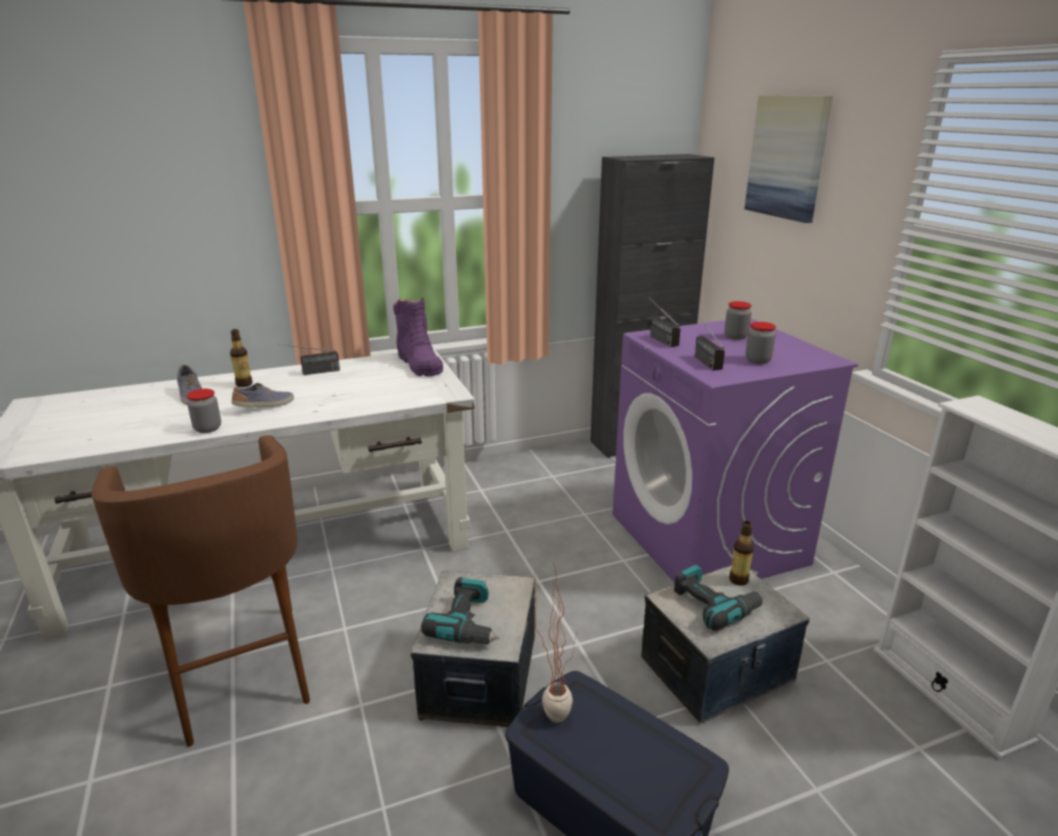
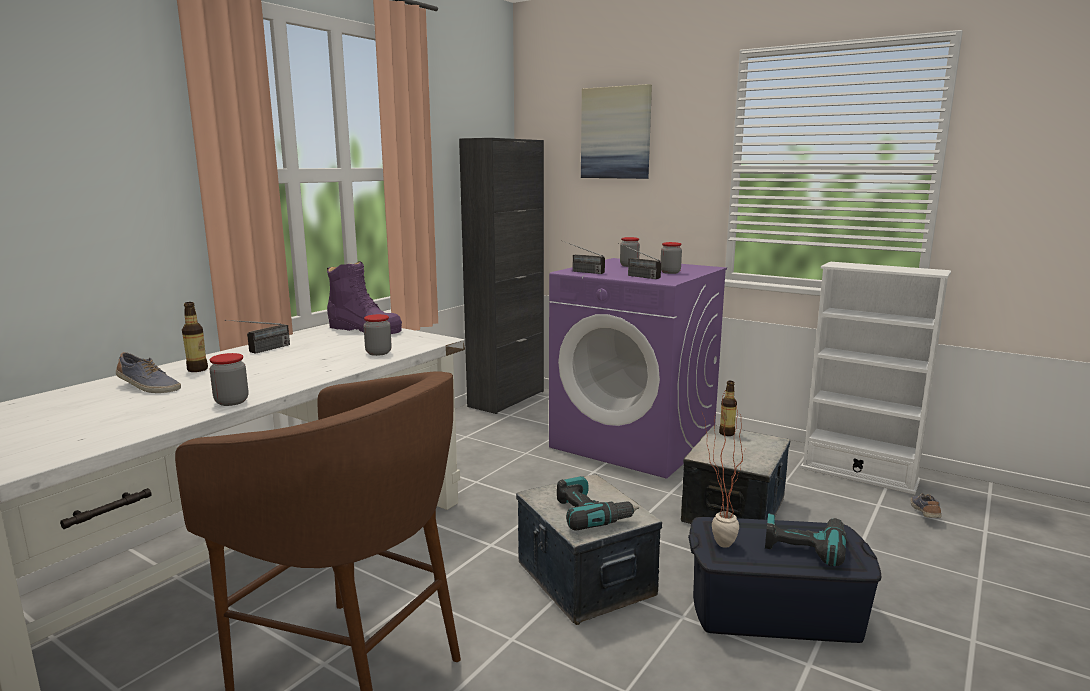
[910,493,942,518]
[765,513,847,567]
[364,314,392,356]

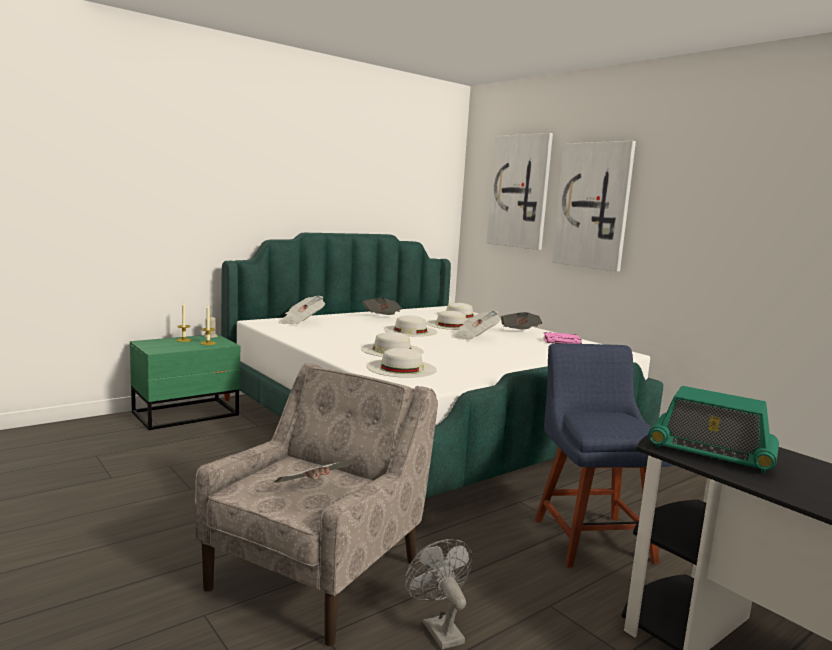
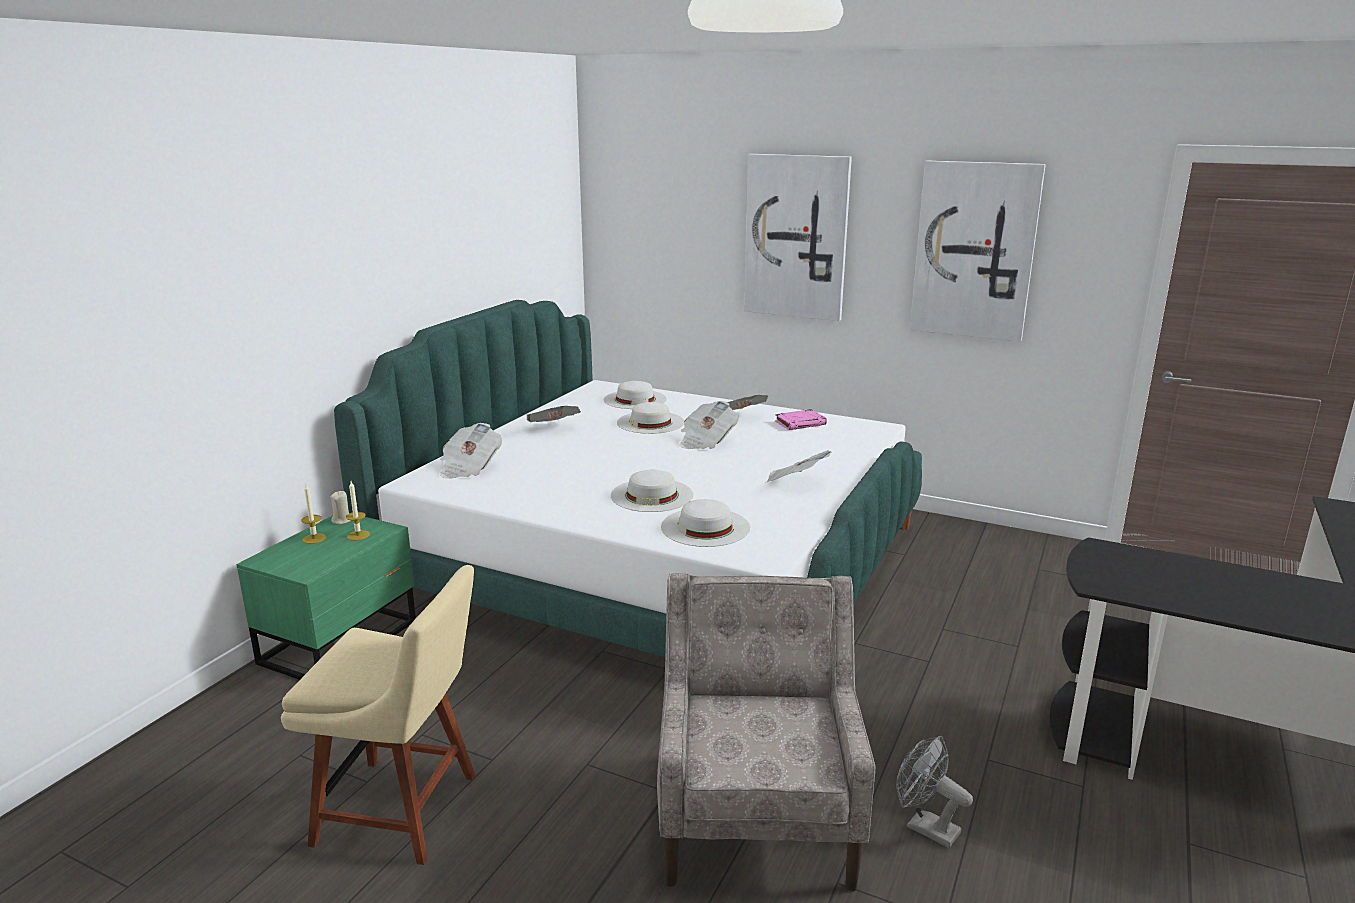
[765,450,831,483]
[384,315,437,337] (first image)
[910,161,1046,341]
[535,344,674,568] (first image)
[648,386,779,474] (first image)
[281,565,476,865]

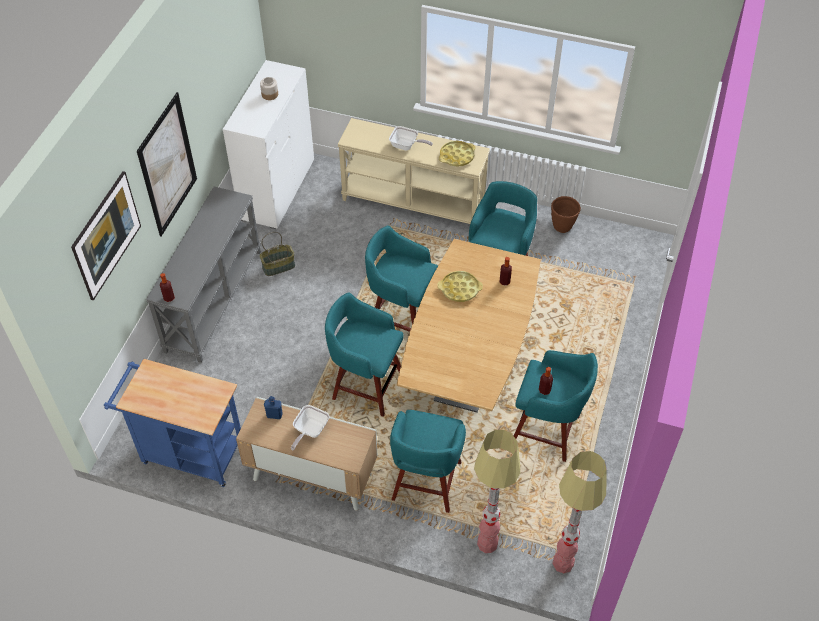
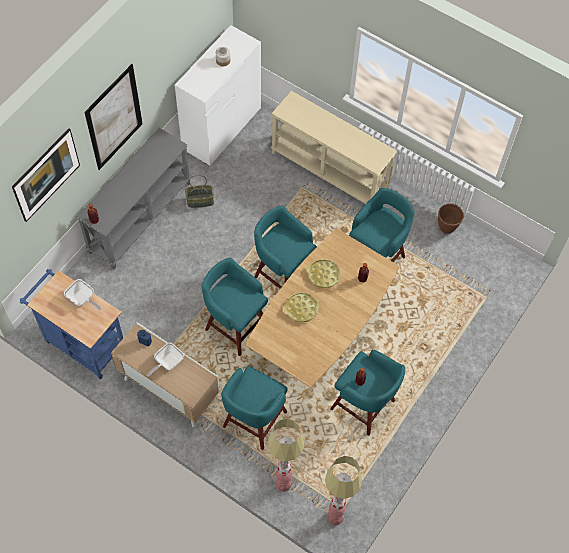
[64,279,101,310]
[283,292,321,322]

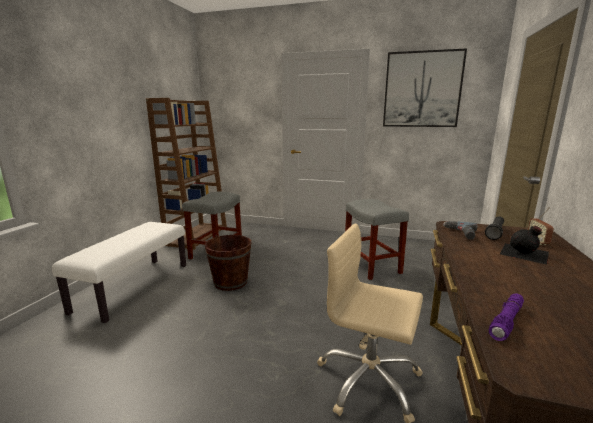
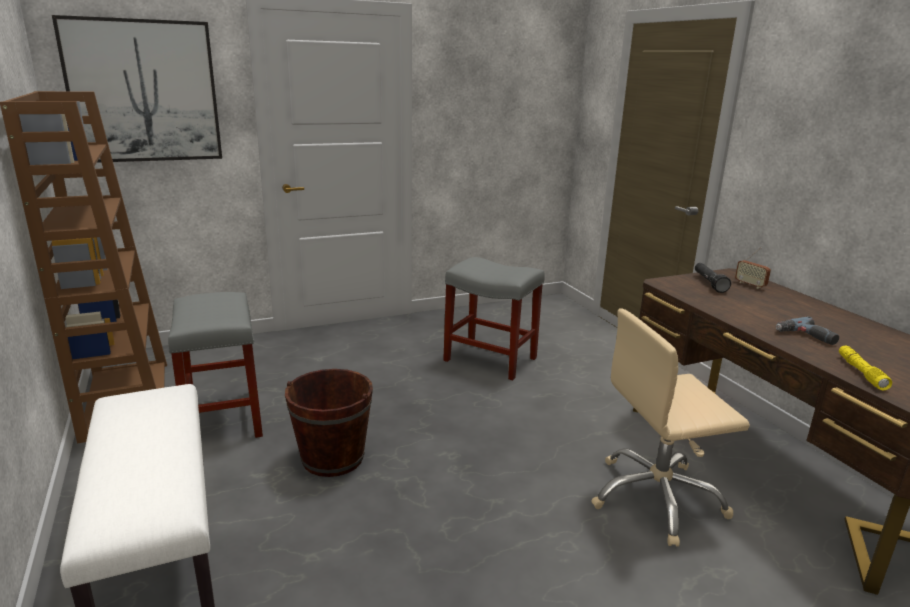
[52,15,222,163]
[776,317,839,345]
[839,346,892,390]
[500,226,549,265] (first image)

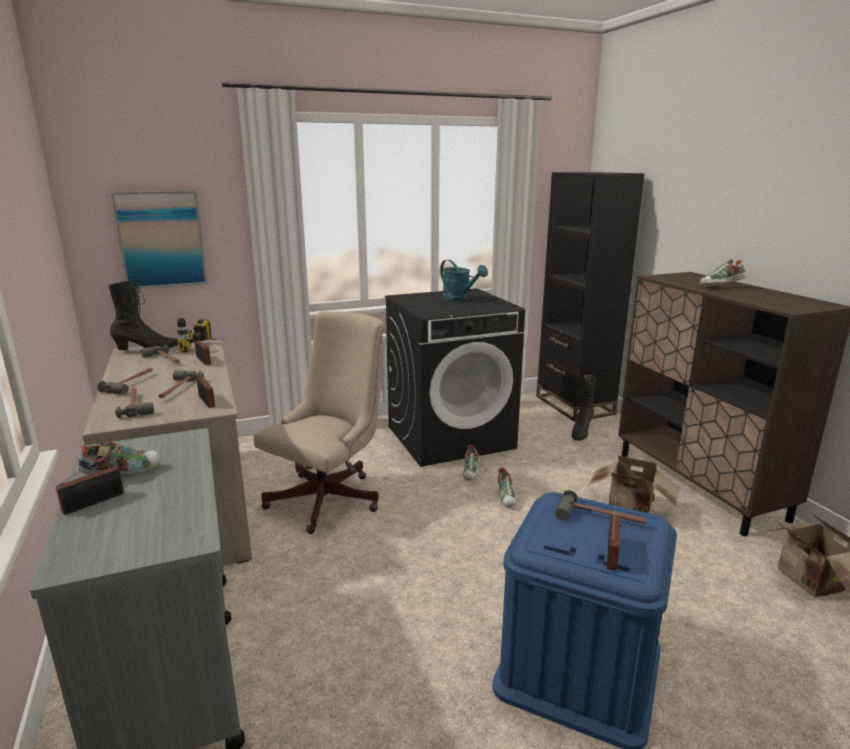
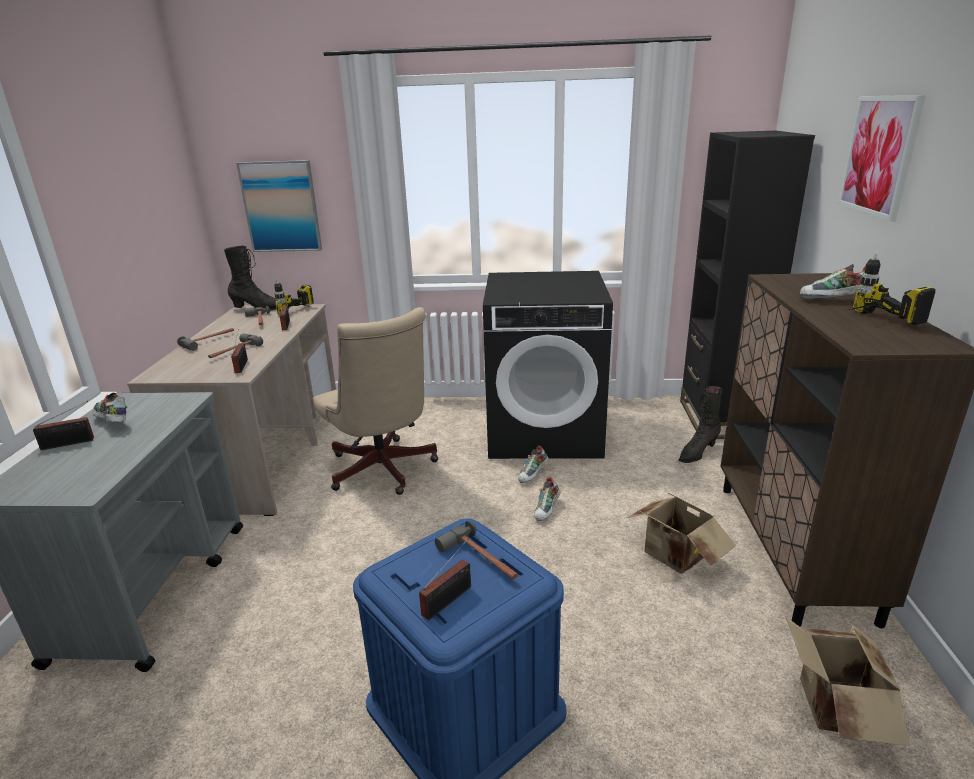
[92,393,128,423]
[115,388,154,419] (first image)
[313,307,439,495]
[440,260,488,302] (first image)
[838,95,926,221]
[849,254,936,325]

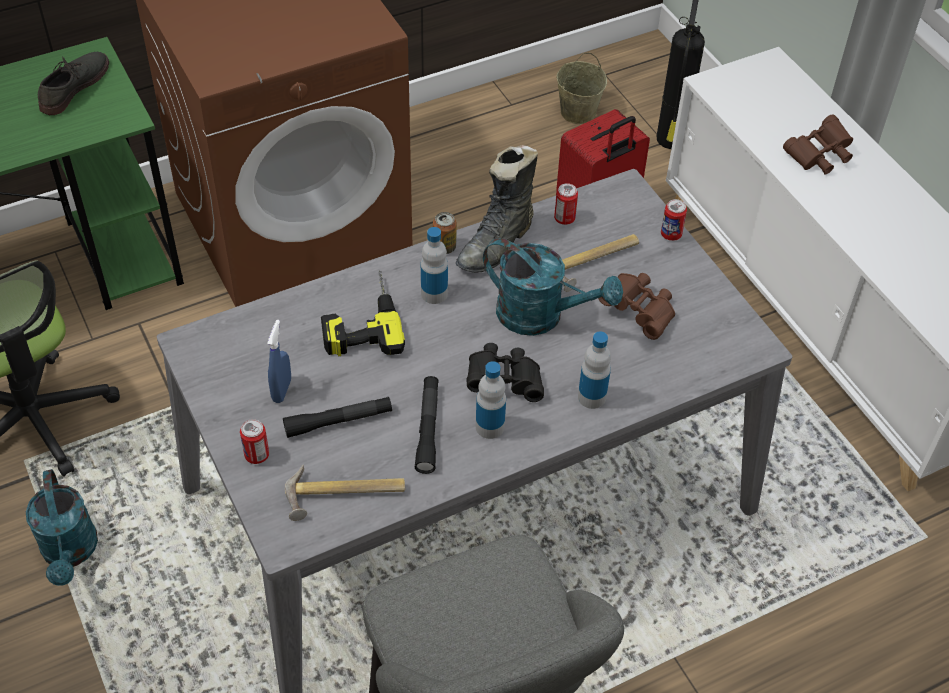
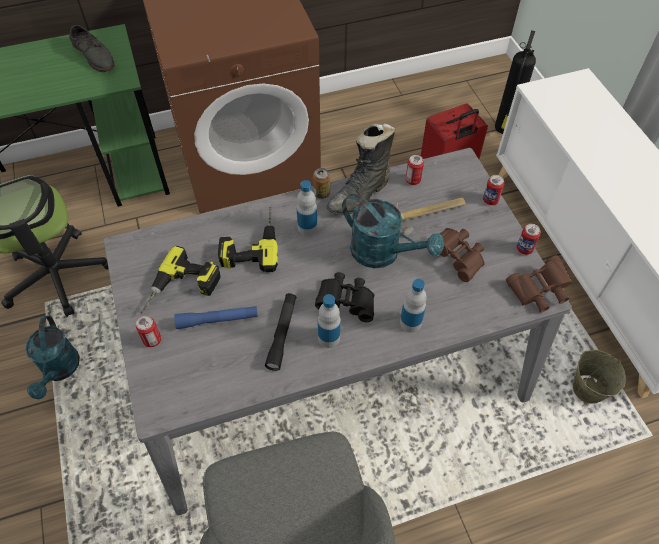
[69,25,115,72]
[140,246,220,314]
[174,306,258,329]
[285,465,405,521] (first image)
[573,350,626,404]
[506,255,572,313]
[517,224,541,255]

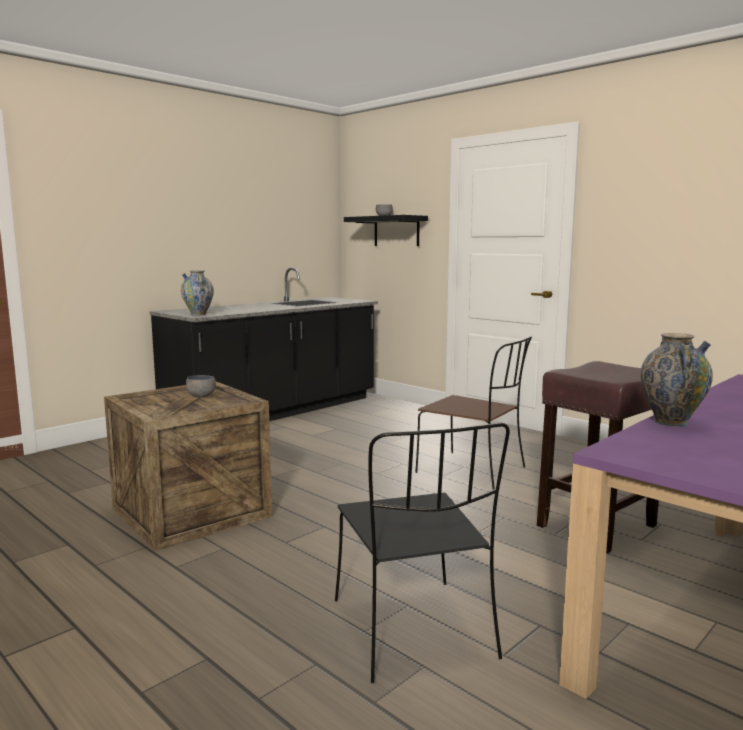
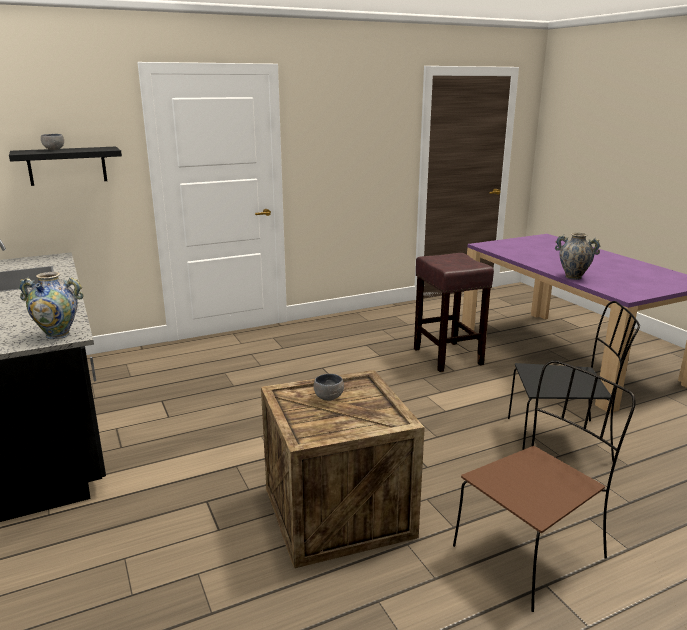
[453,360,636,612]

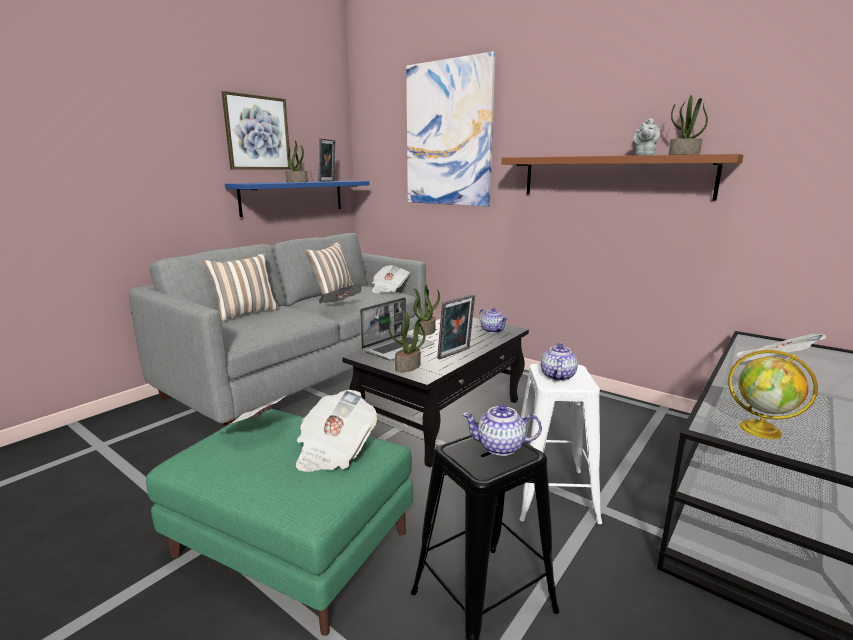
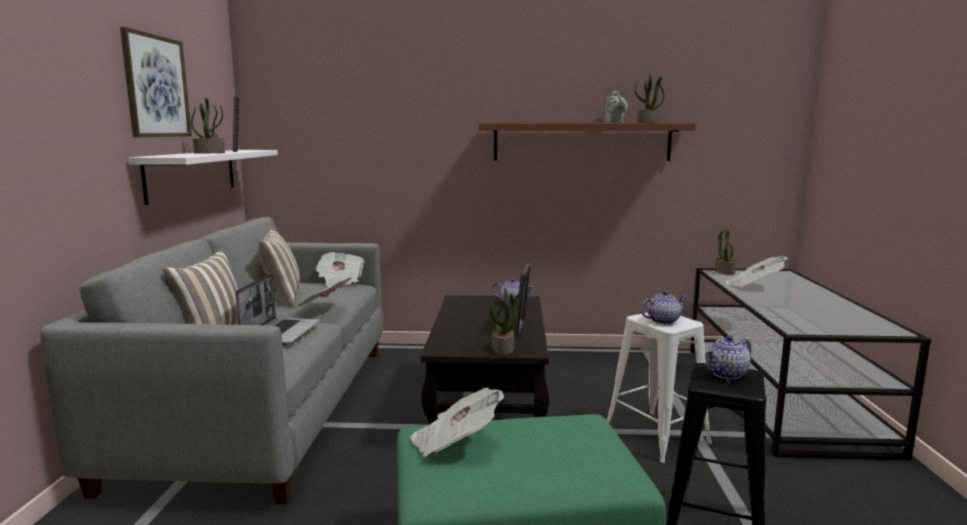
[128,150,278,205]
[295,390,377,472] (first image)
[235,273,320,345]
[406,52,496,206] (first image)
[715,227,736,275]
[641,291,687,324]
[728,350,818,439] (first image)

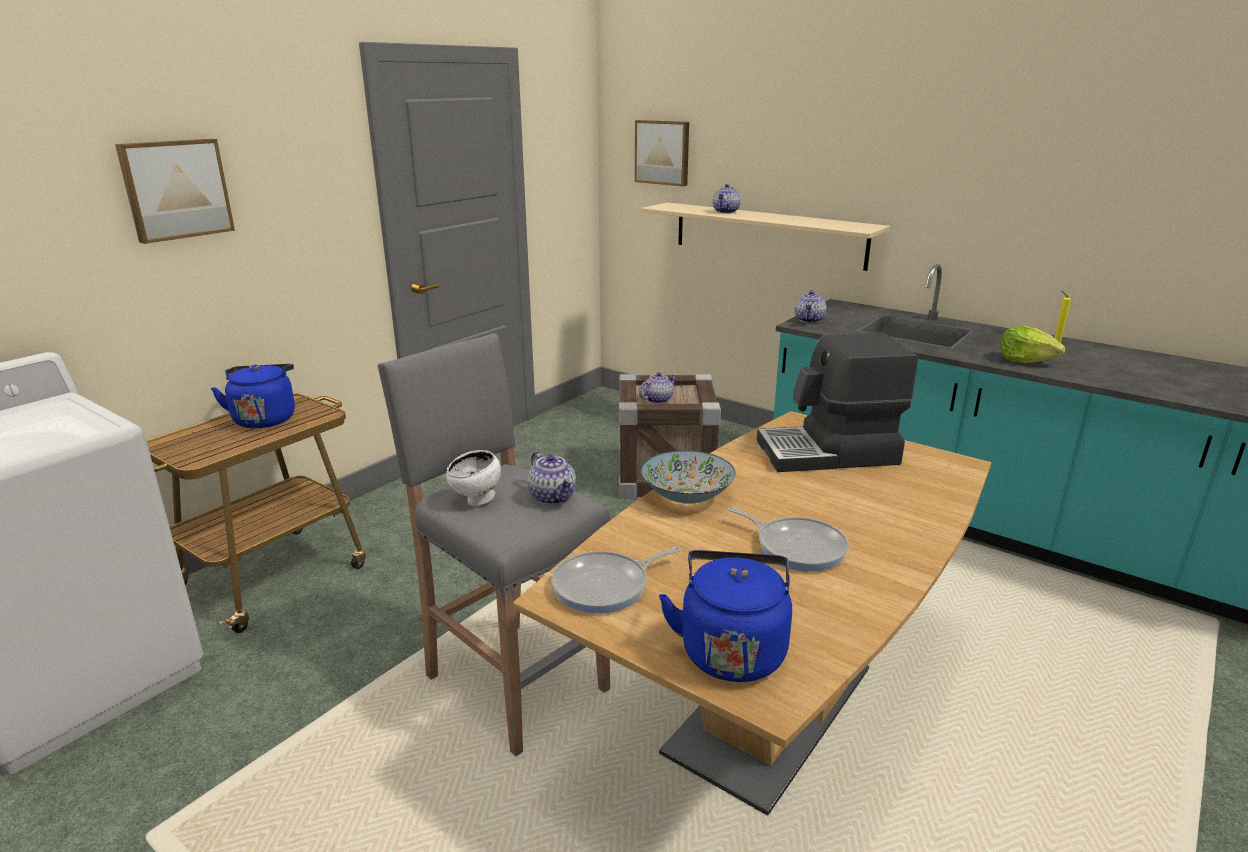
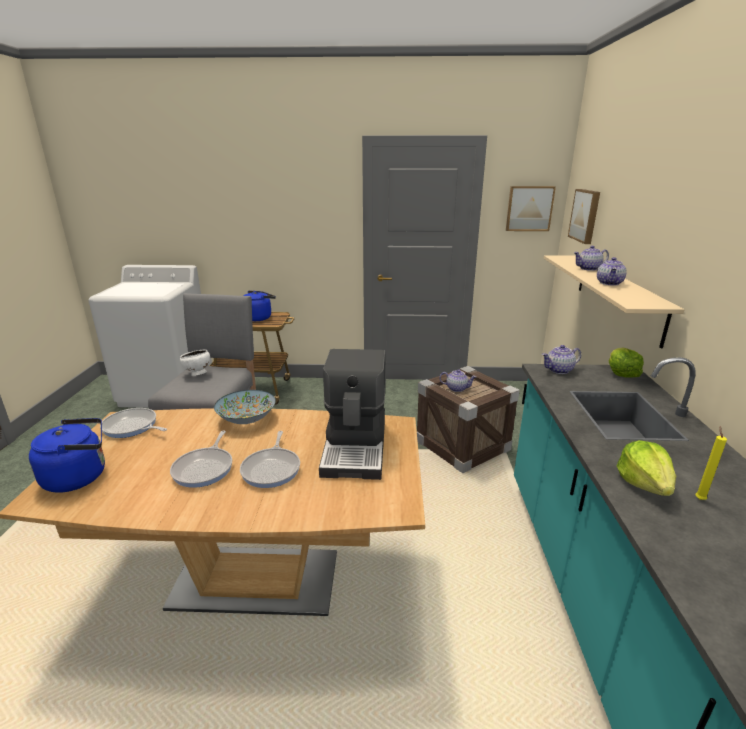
[506,186,556,231]
[597,257,627,286]
[319,349,386,480]
[240,431,300,488]
[609,348,644,377]

